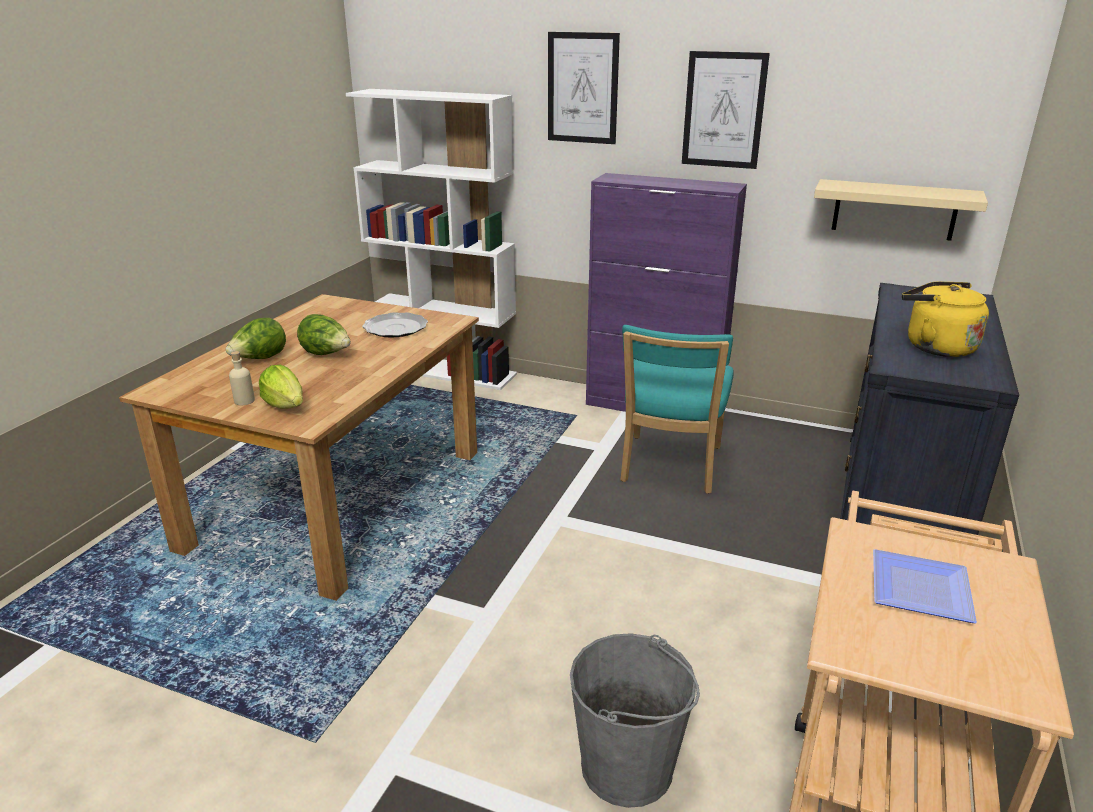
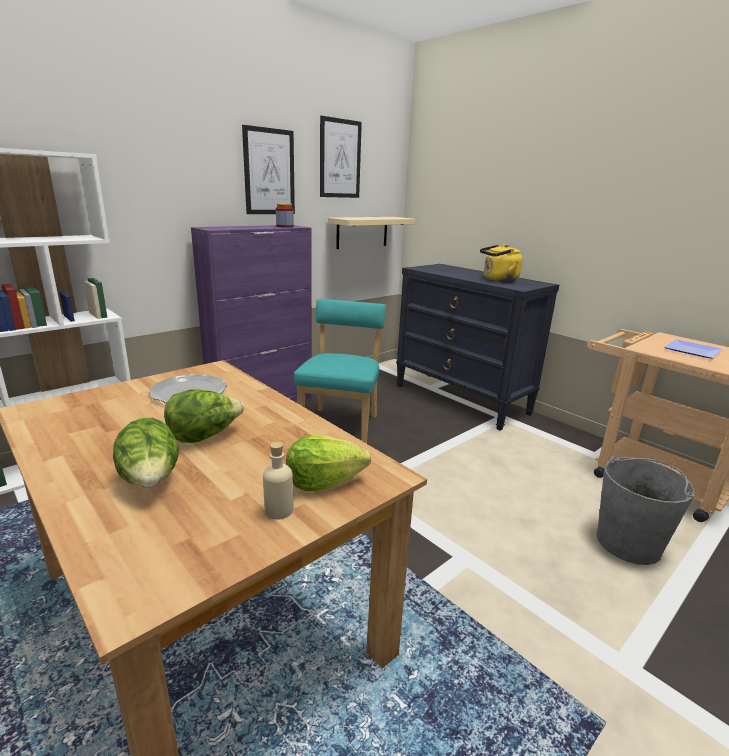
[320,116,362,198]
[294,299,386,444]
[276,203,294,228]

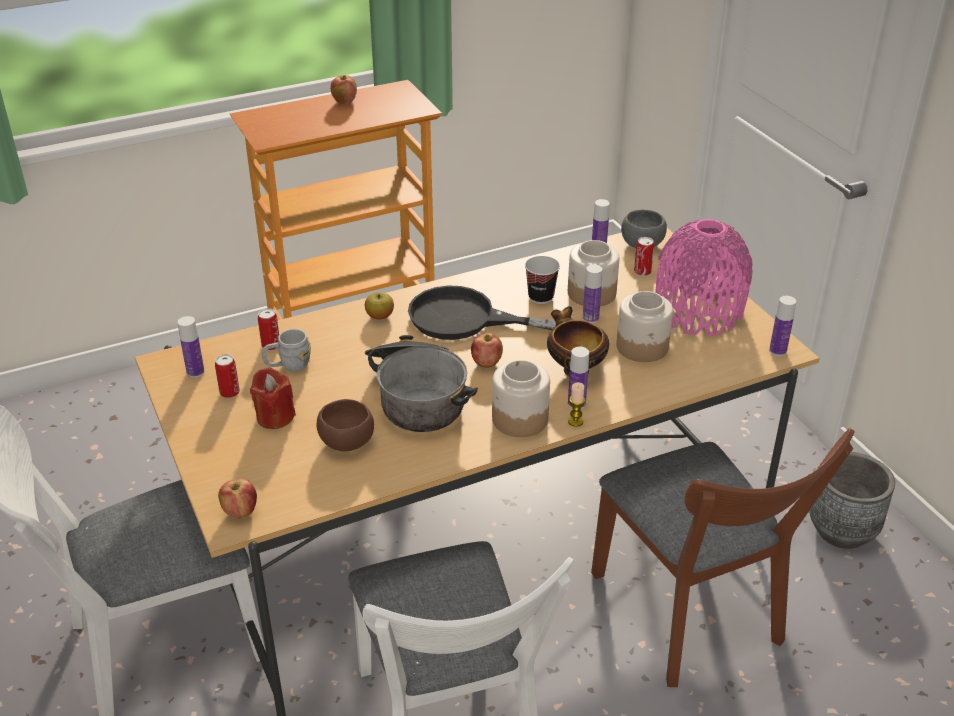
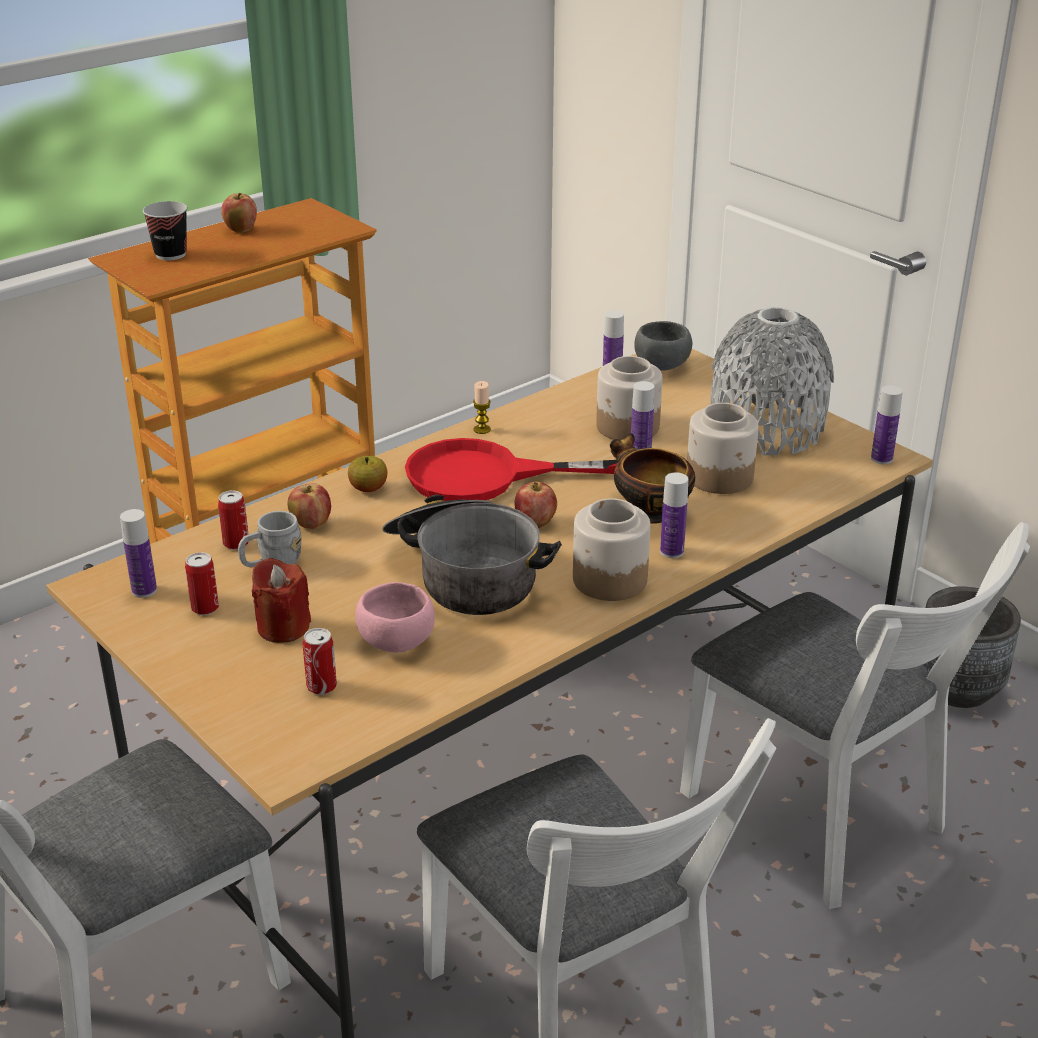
[287,483,331,529]
[355,582,435,653]
[405,438,617,501]
[143,201,187,260]
[473,381,491,434]
[680,522,1030,909]
[302,628,337,695]
[711,307,834,455]

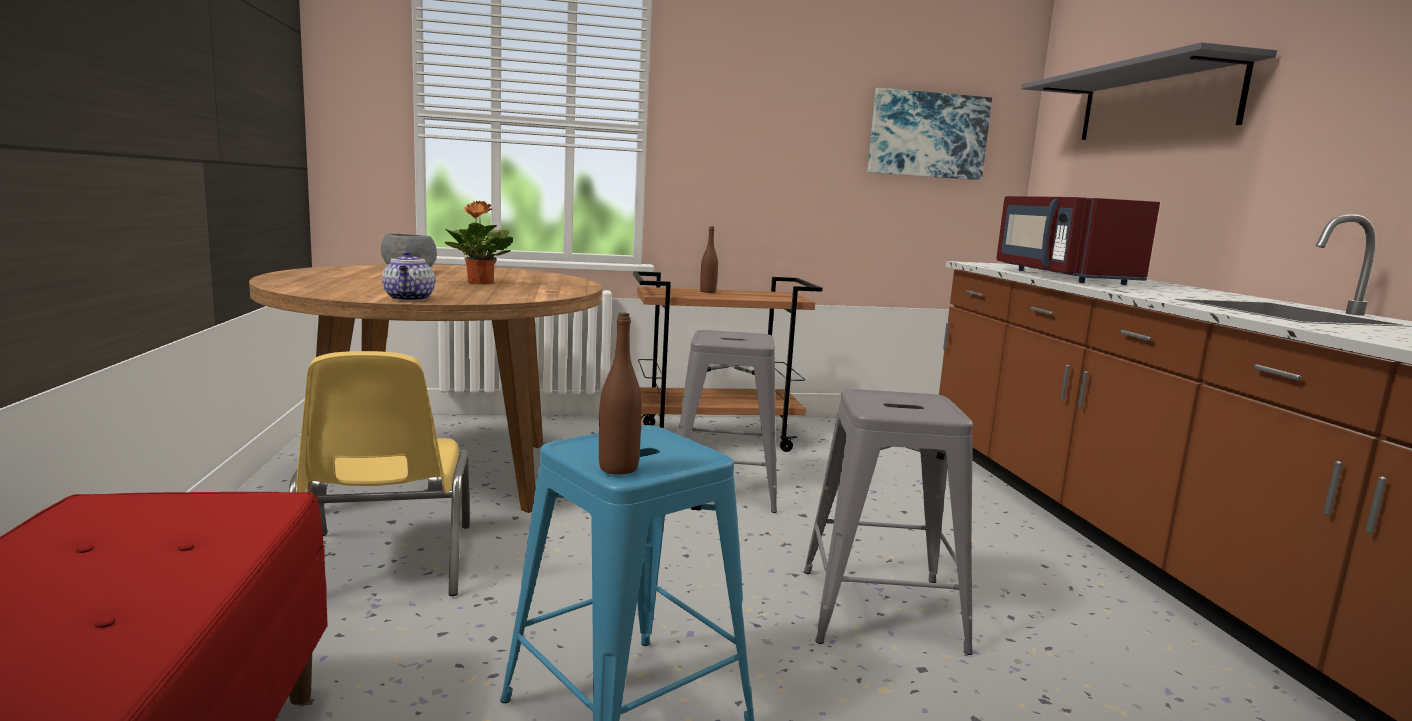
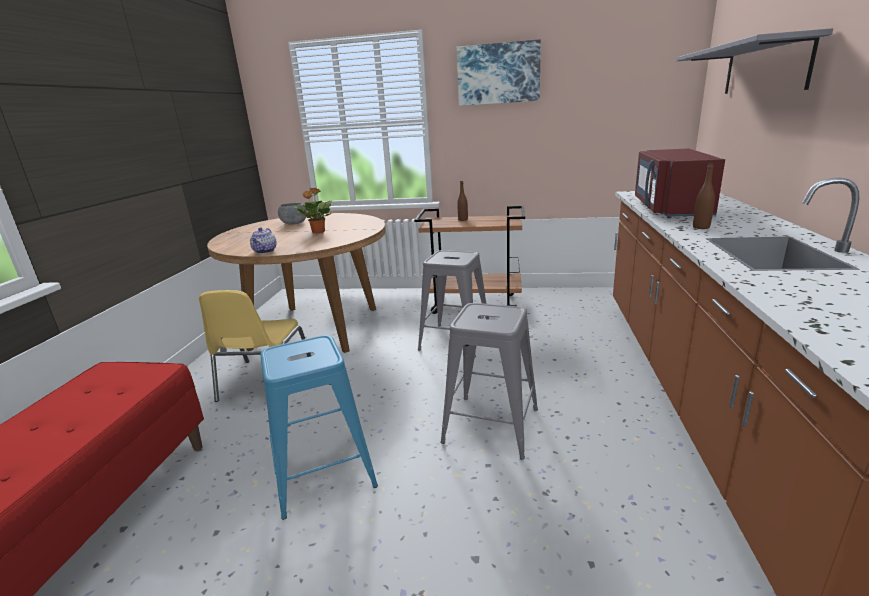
[693,163,715,229]
[457,39,541,106]

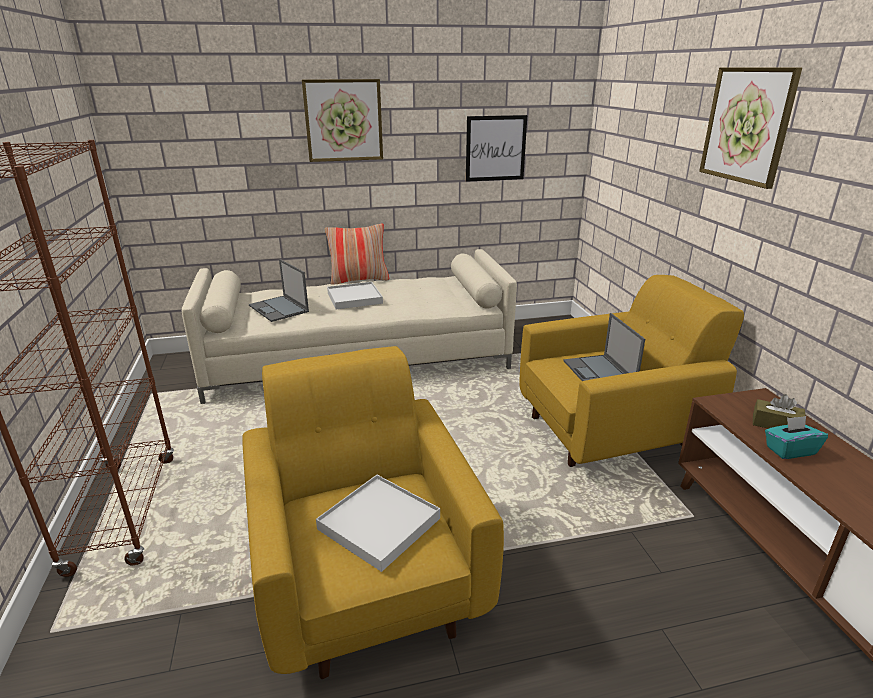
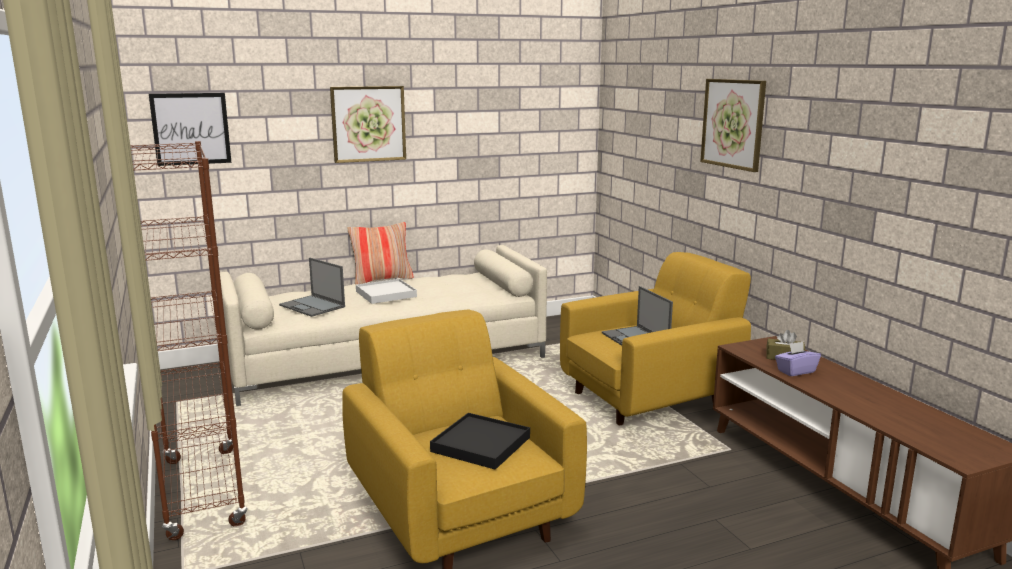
[430,413,530,470]
[149,93,232,166]
[775,342,821,376]

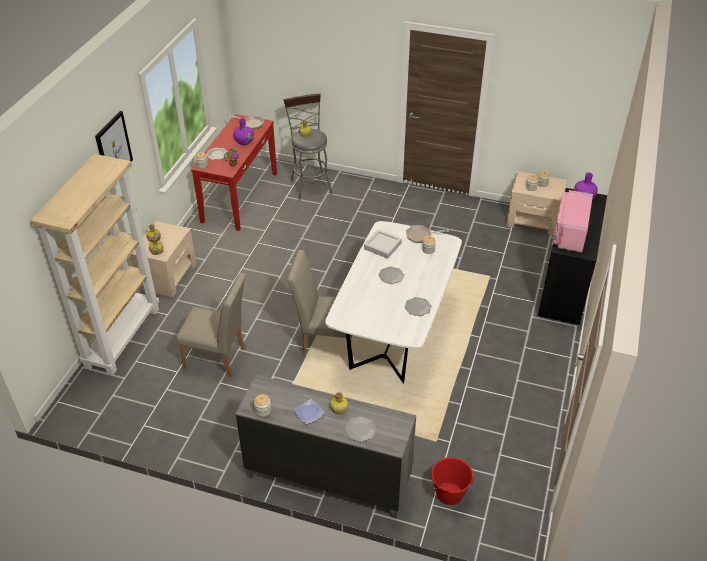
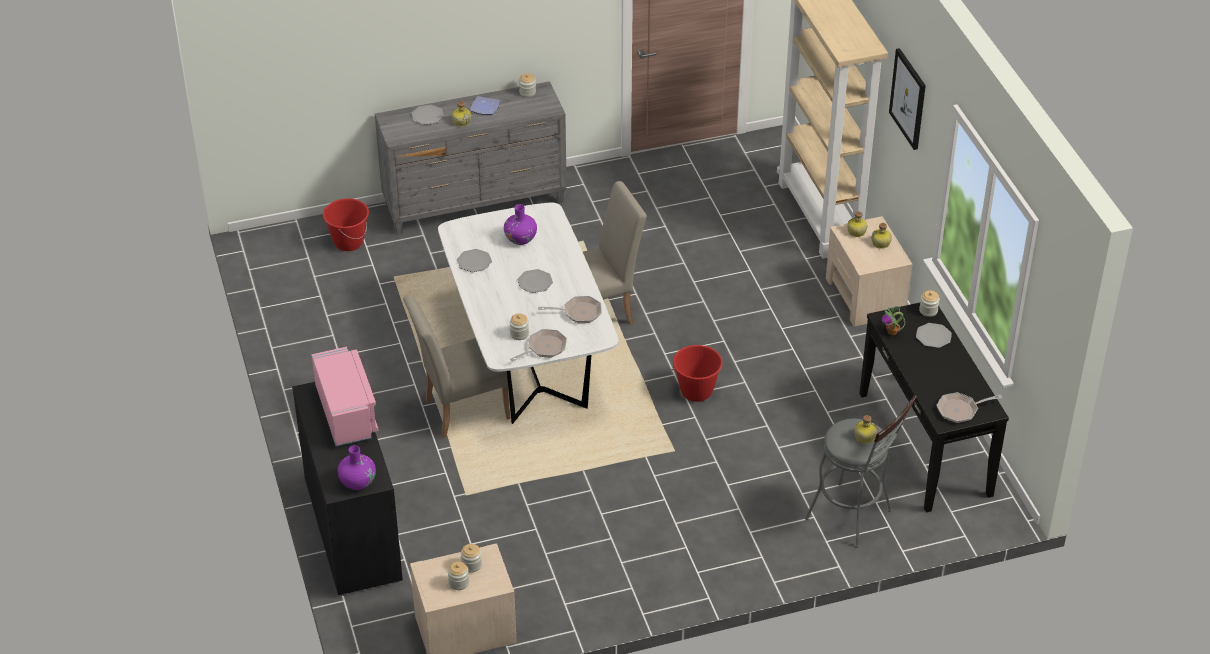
[403,294,511,438]
[859,303,1009,513]
[504,204,537,245]
[538,296,602,323]
[672,345,723,402]

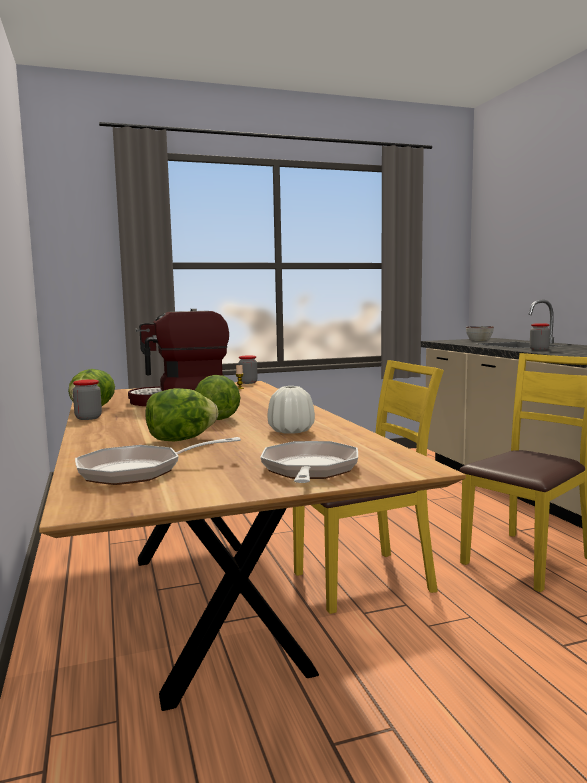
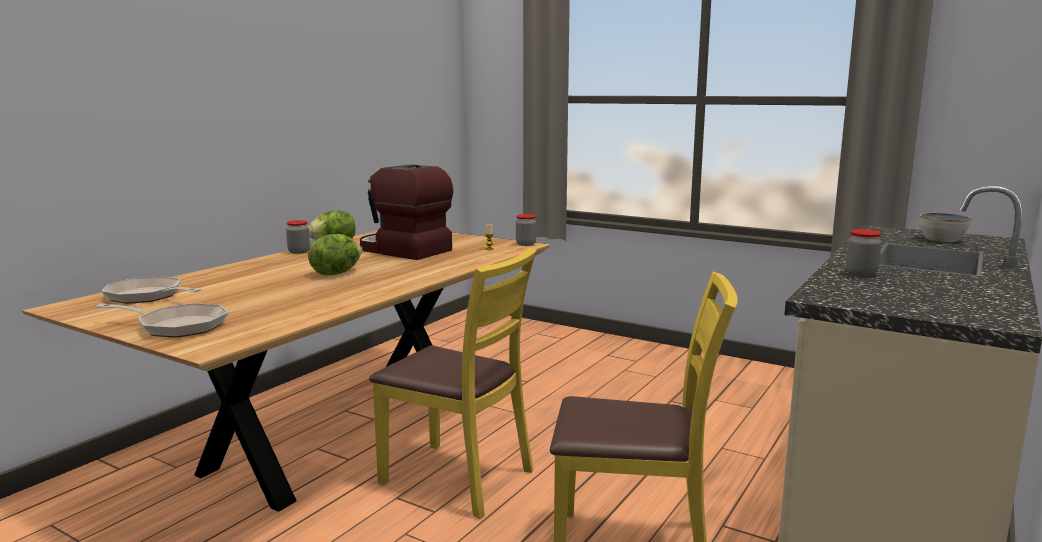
[145,388,218,441] (first image)
[95,303,228,338]
[268,386,315,434] (first image)

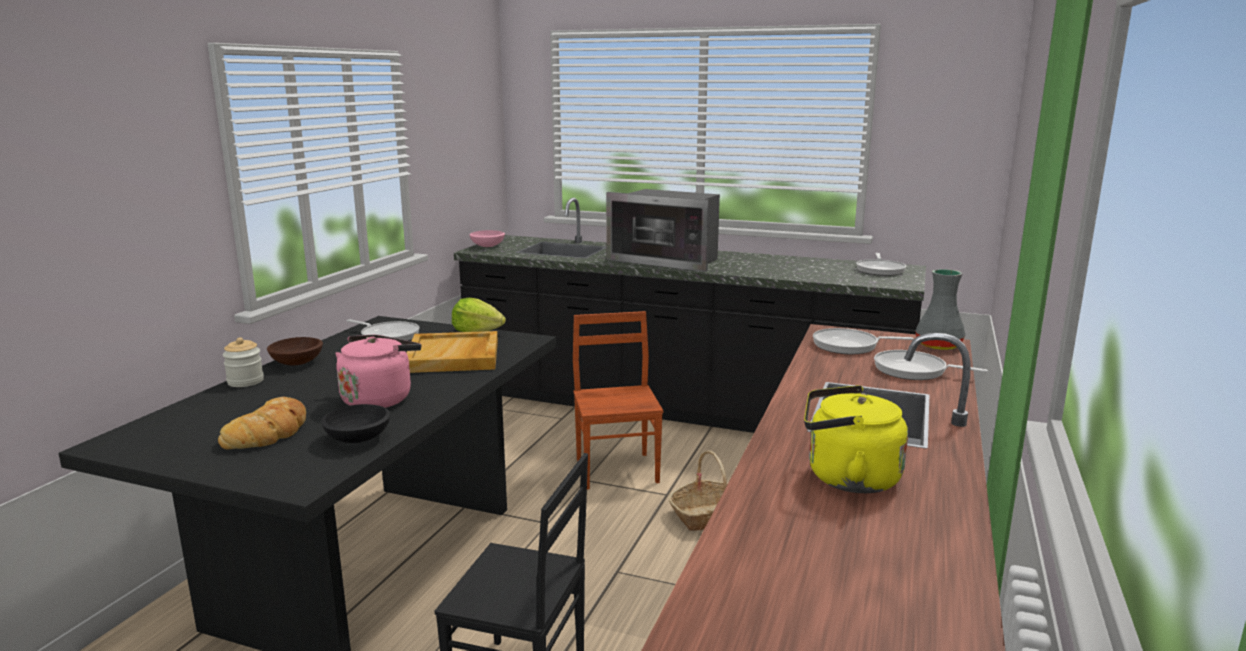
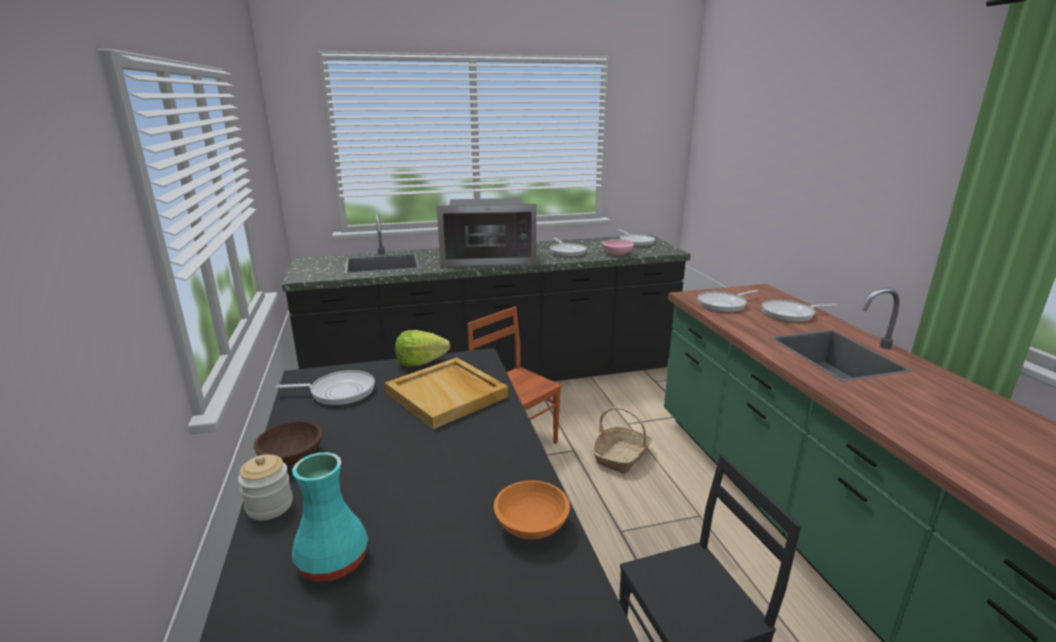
[218,397,306,449] (first image)
[494,481,570,539]
[335,335,421,408] (first image)
[602,239,634,255]
[804,385,908,493] (first image)
[915,269,965,350] (first image)
[292,452,368,581]
[550,238,587,257]

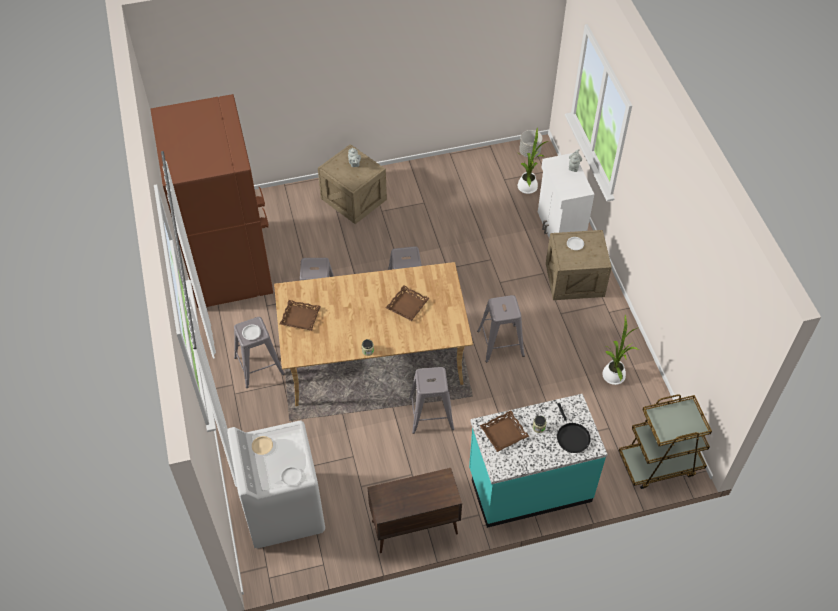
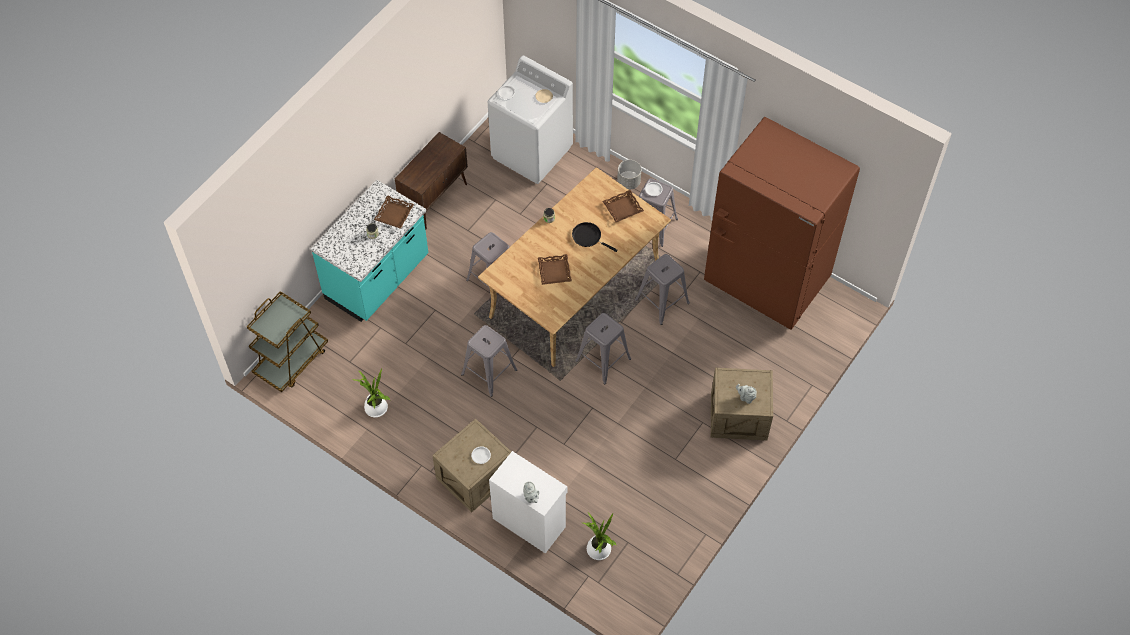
[617,160,641,190]
[572,222,618,252]

